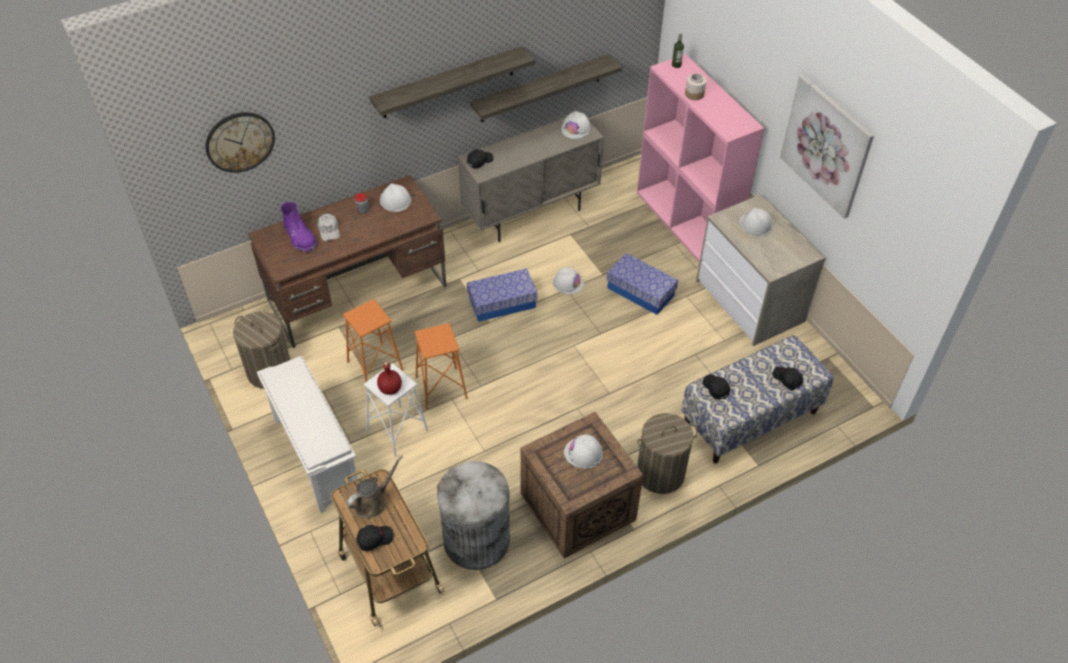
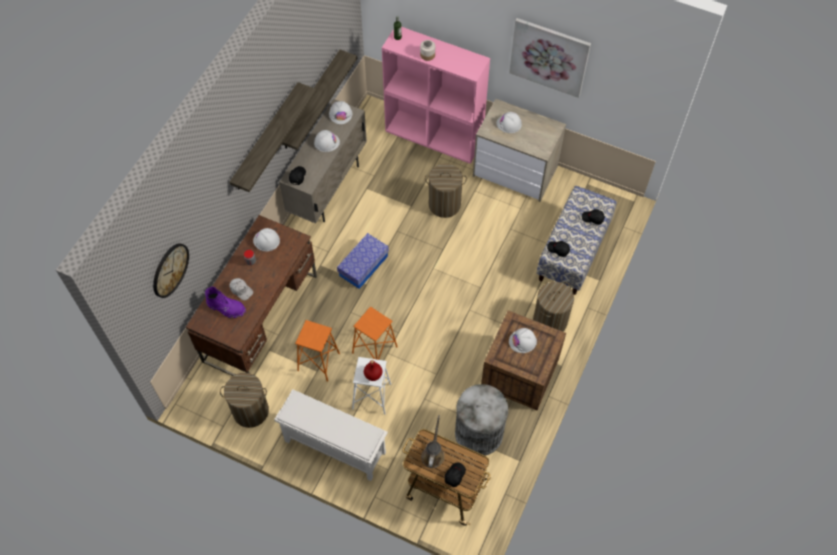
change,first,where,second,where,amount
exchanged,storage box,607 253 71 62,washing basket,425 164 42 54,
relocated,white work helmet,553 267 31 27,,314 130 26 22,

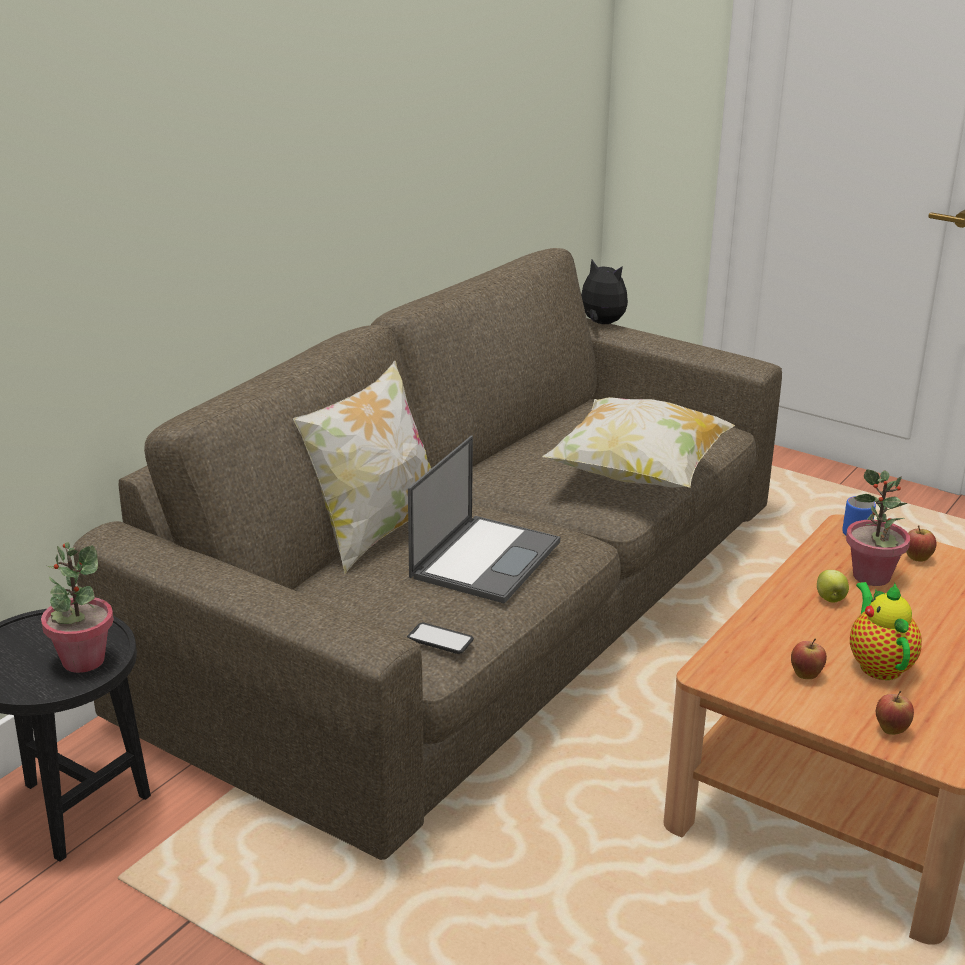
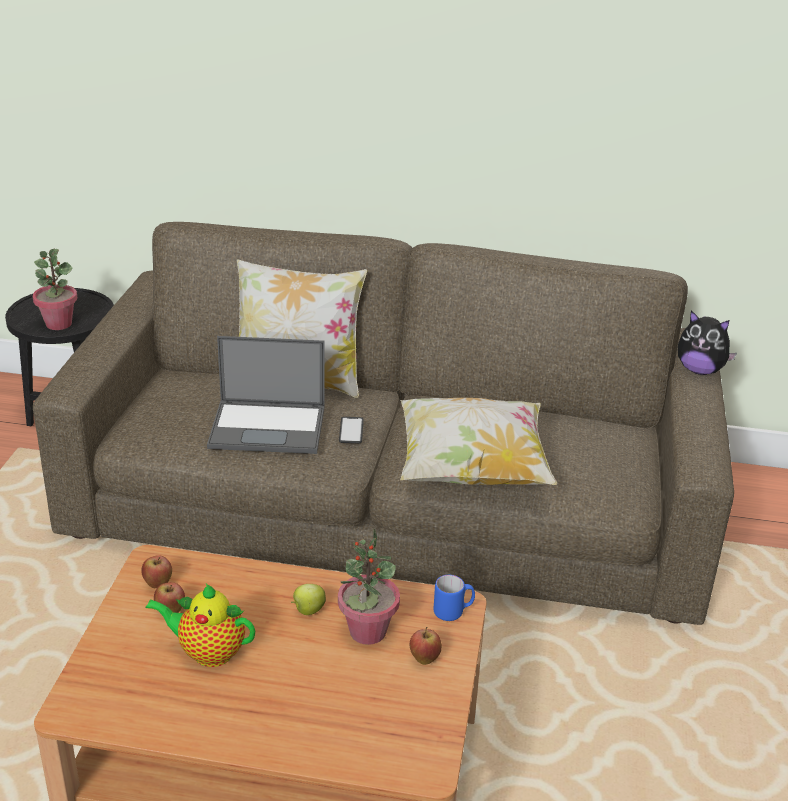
change,first,where,second,where,amount
spun,soft toy,581 260 47 64,,678 310 59 65,105 degrees clockwise
spun,pot for tea,850 582 72 98,,145 584 110 83,135 degrees counterclockwise
relocated,handset,407 623 67 31,,339 417 25 27,
relocated,apple,876 691 38 44,,141 555 31 33,

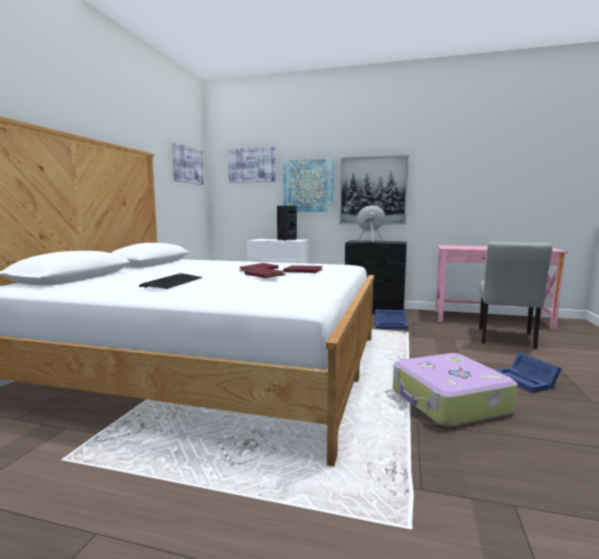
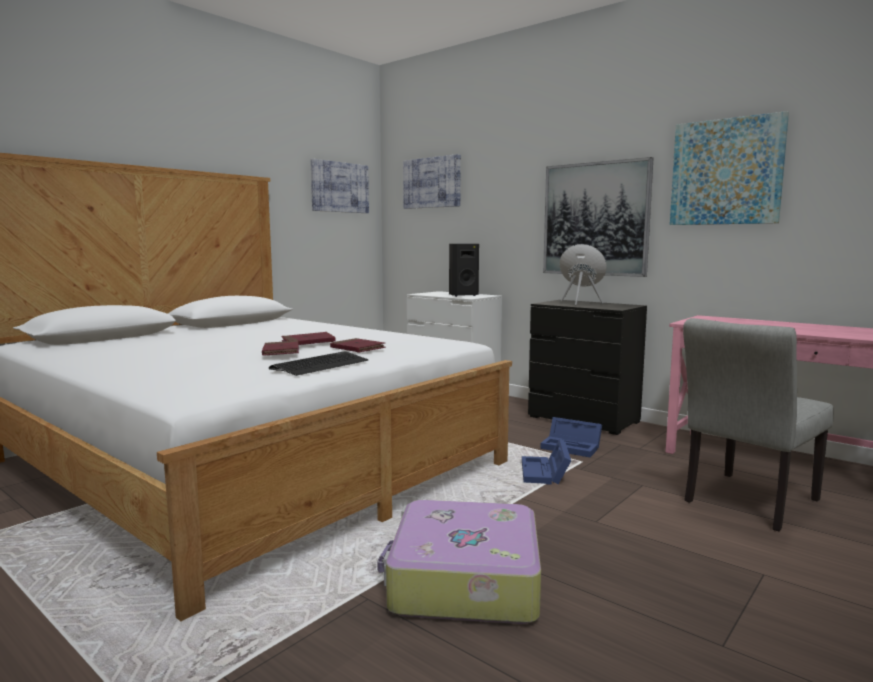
change,first,where,second,where,amount
relocated,wall picture,283 158 51 53,,670 111 119 114,
relocated,keyboard,139 273 63 16,,269 351 99 25,
relocated,blue-coloured storage box,495 352 67 41,,522 439 49 46,

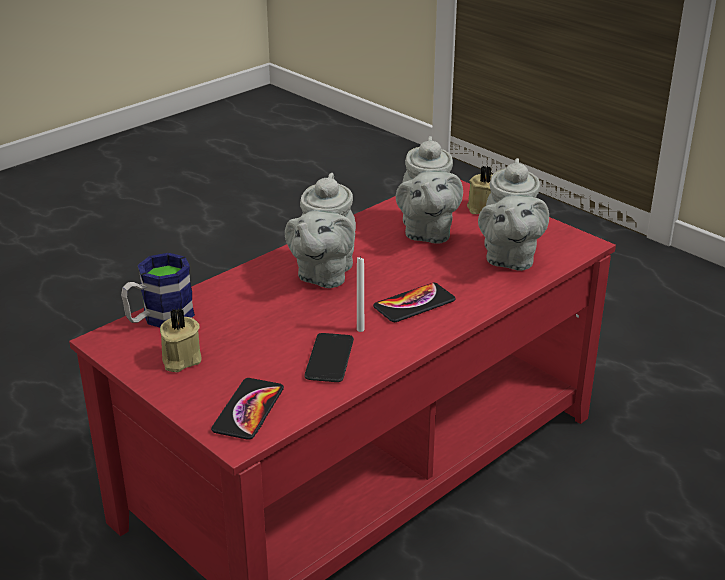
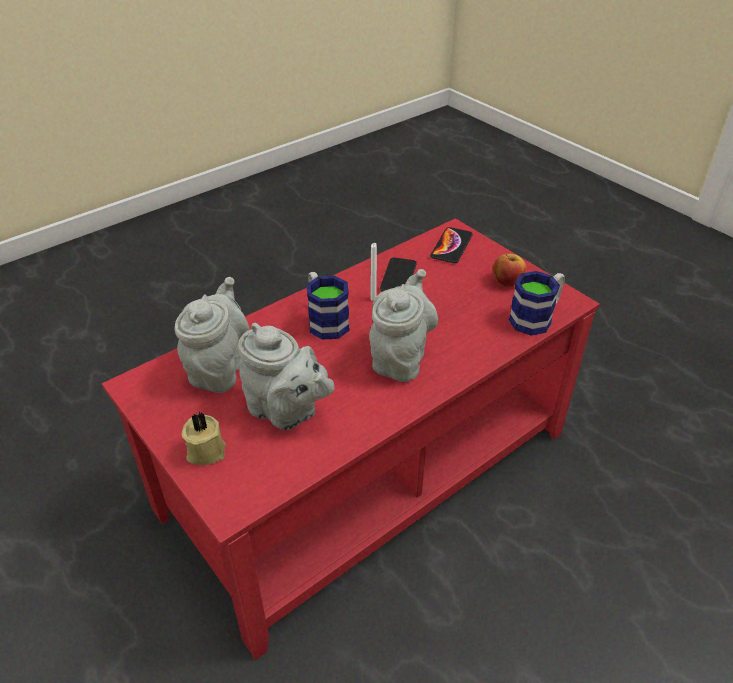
change,first,where,second,where,amount
spun,grey pot for tea,396 136 67 108,,238 323 97 107,120 degrees clockwise
exchanged,handset,373 283 83 39,coffee mug,307 272 43 68,
exchanged,beige wax candle,160 308 42 64,apple,493 254 34 33,

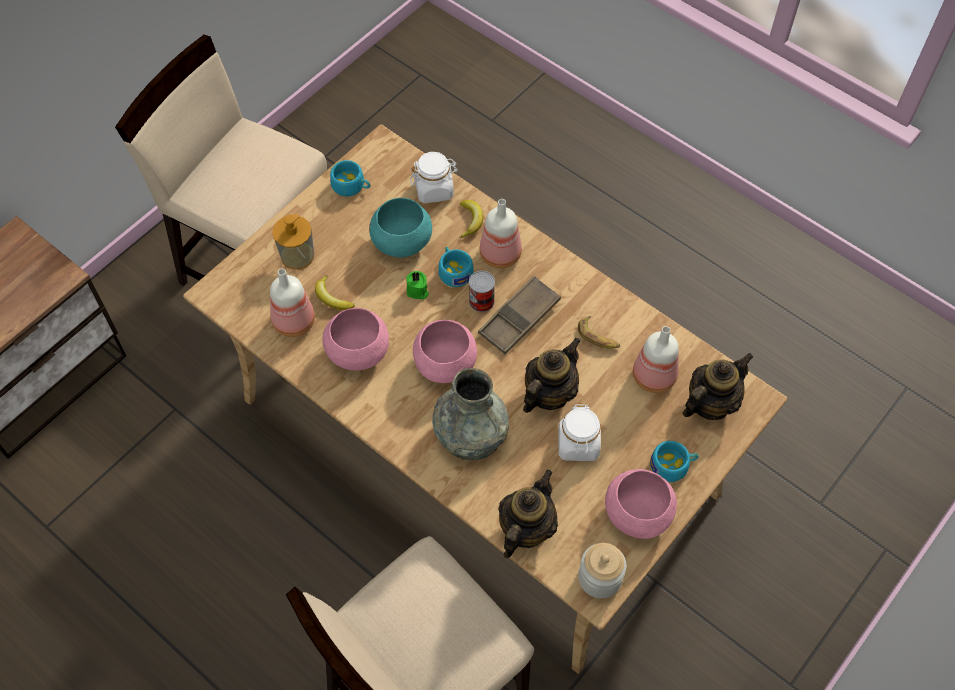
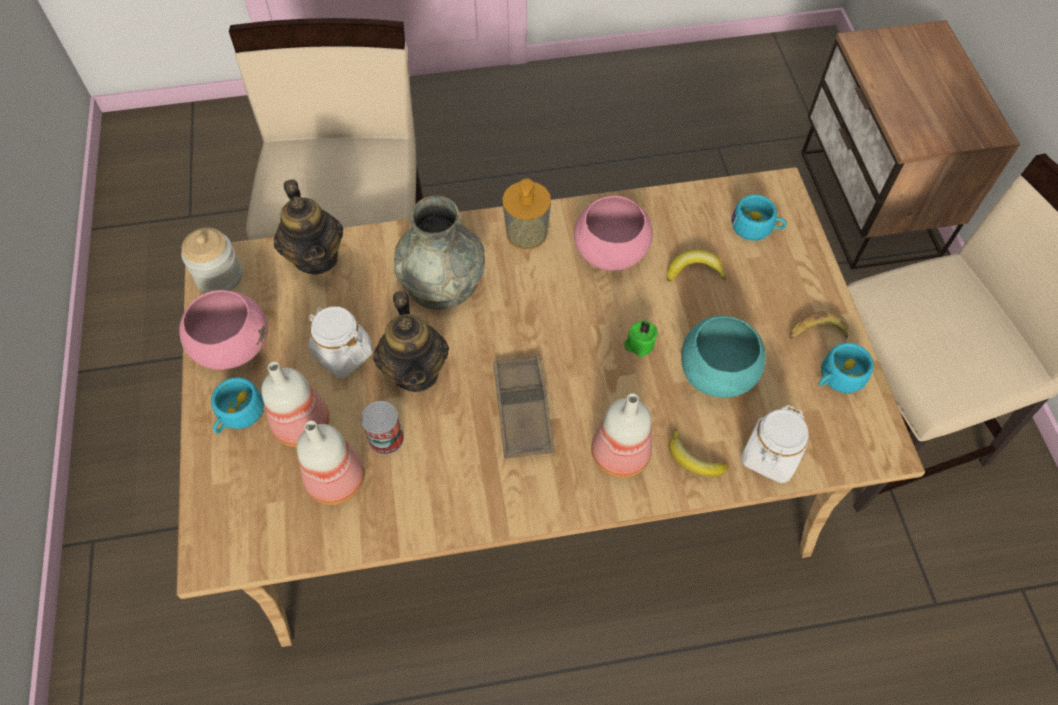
change,first,where,second,where,amount
relocated,liquid soap bottle,272 214 42 56,,502 178 49 72,
relocated,turquoise-coloured cup,439 247 35 40,,731 194 56 47,
relocated,beverage bottle,270 269 45 68,,261 362 69 85,
relocated,metal can,469 271 26 41,,361 401 43 54,
relocated,banana fruit,578 316 42 33,,790 311 58 28,
missing,pink-coloured serving bowl,413 320 64 63,,,
missing,pot for tea,683 353 70 67,,,

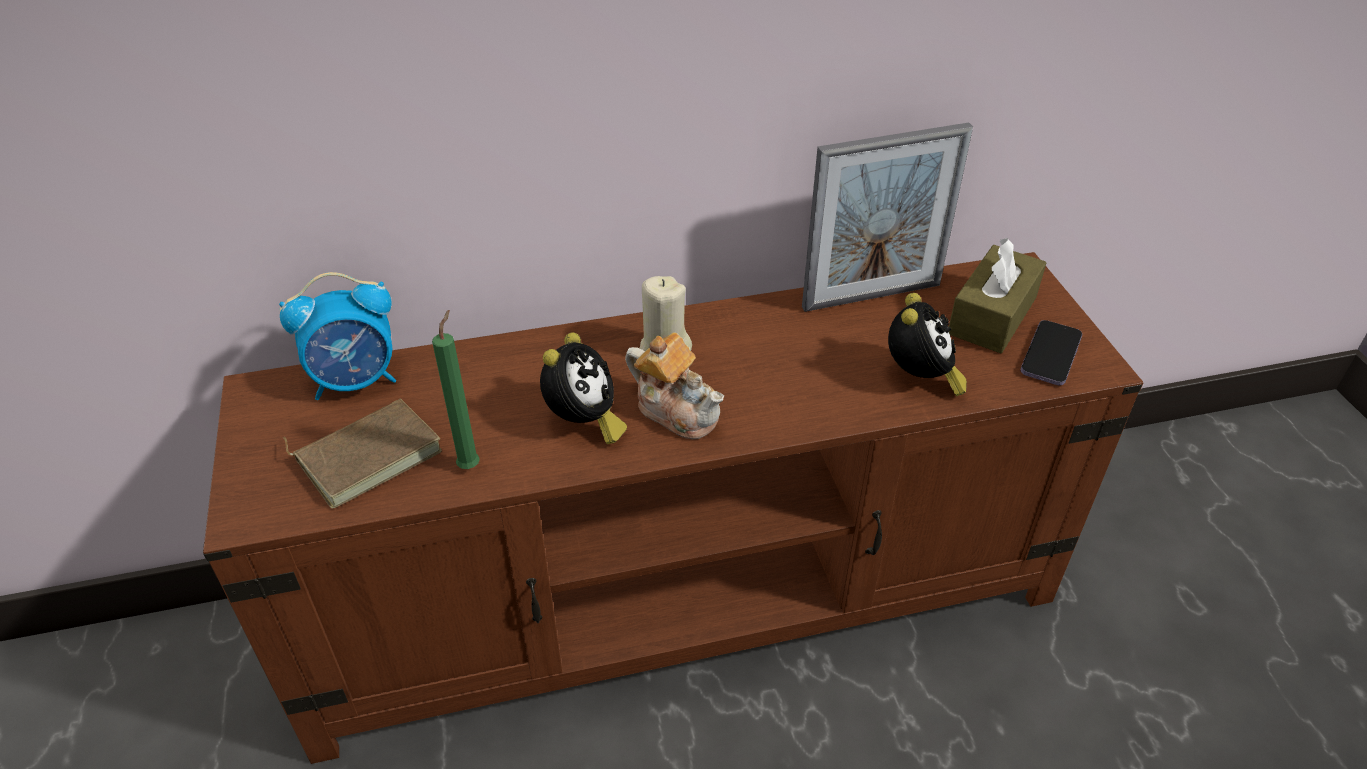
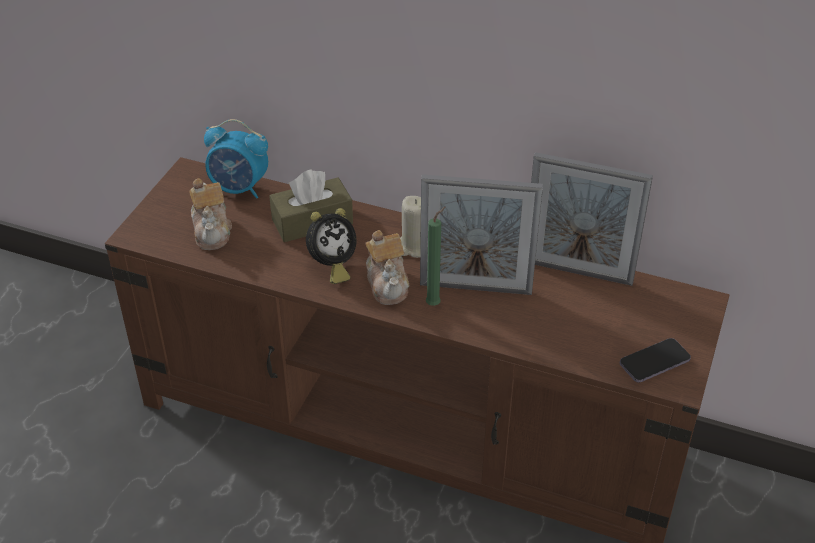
change,first,where,second,where,amount
relocated,brown-coloured tissue holder,949 238 97 115,,269 169 84 73,
missing,bedside clock,888 293 79 103,,,
relocated,green wax candle,432 310 48 159,,426 207 20 99,
exchanged,brown-coloured book,283 398 159 110,pot for tea,189 178 43 72,
appeared,,,photo frame,420 174 123 121,

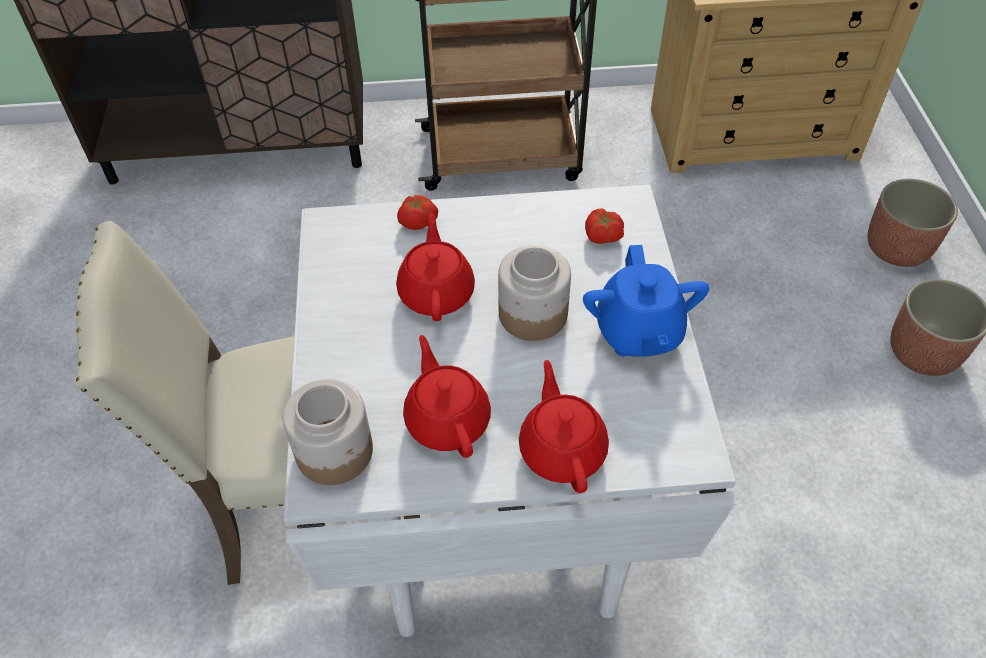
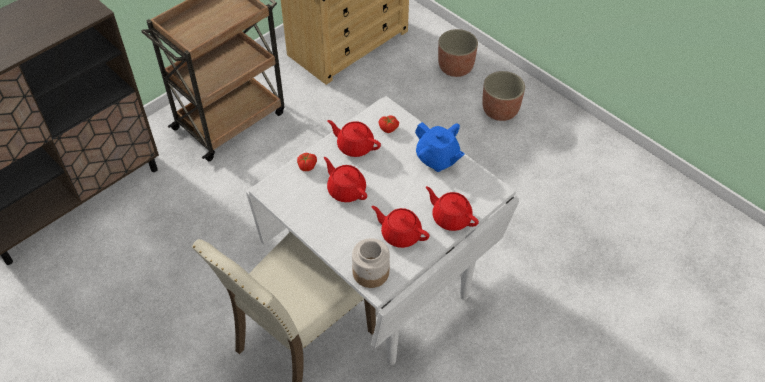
change,first,where,second,where,amount
missing,preserve jar,498 245 73 96,,,
appeared,,,red pot for tea,327 120 54 37,

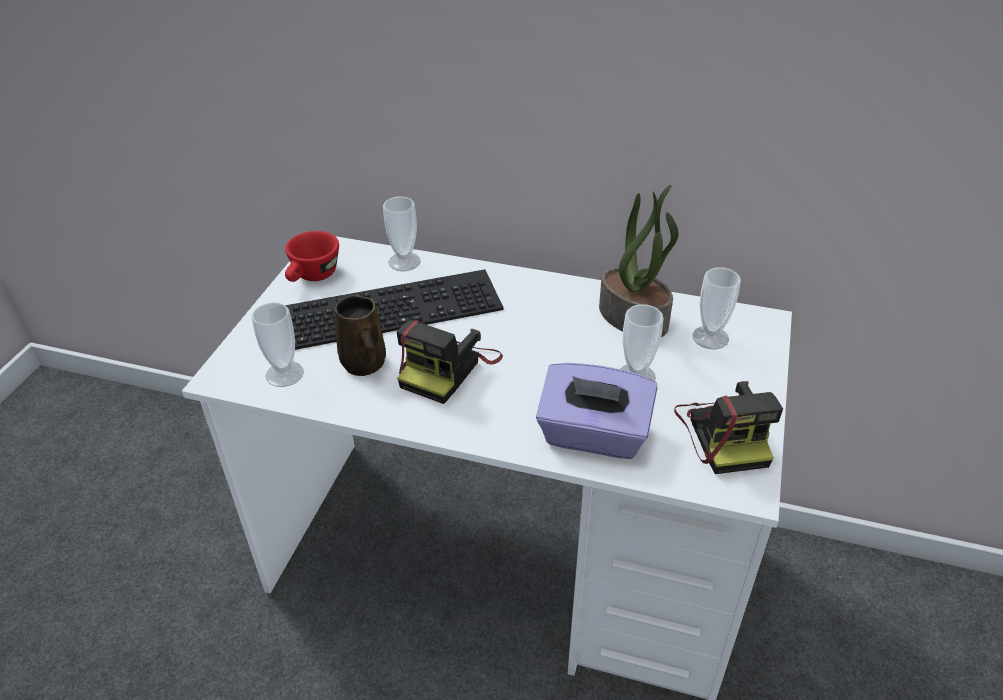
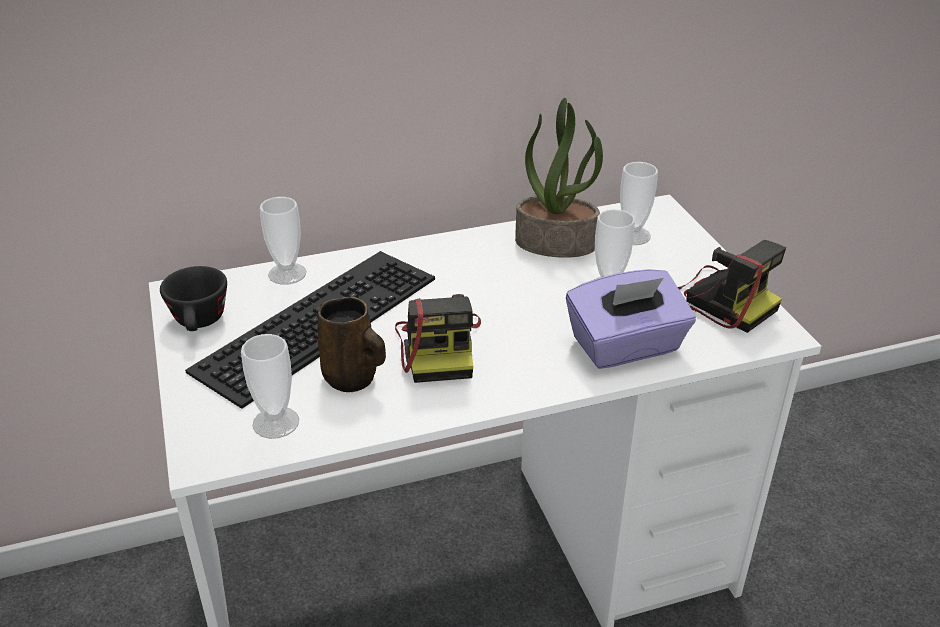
change,first,where,second,where,amount
colour,red cup,285 231 54 51,black-coloured cup,160 266 67 65,

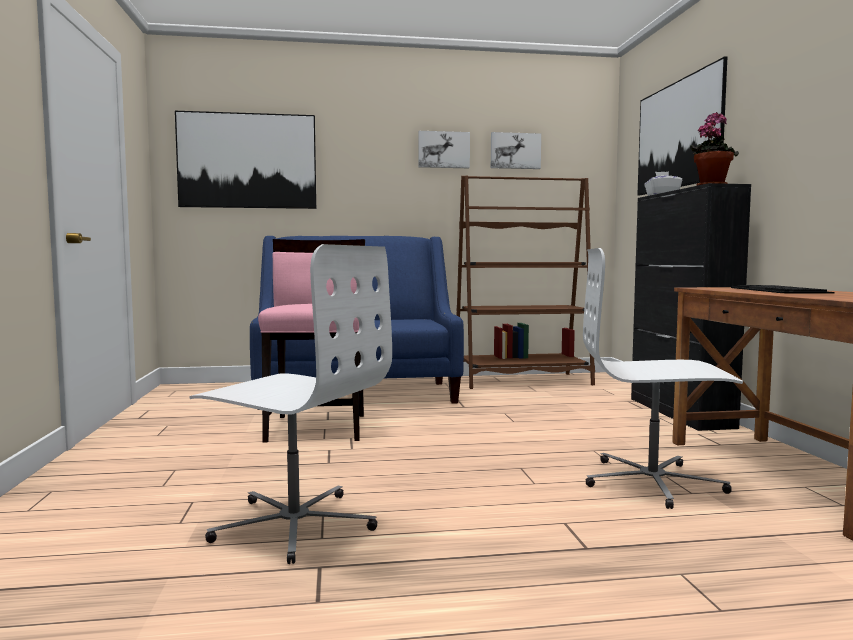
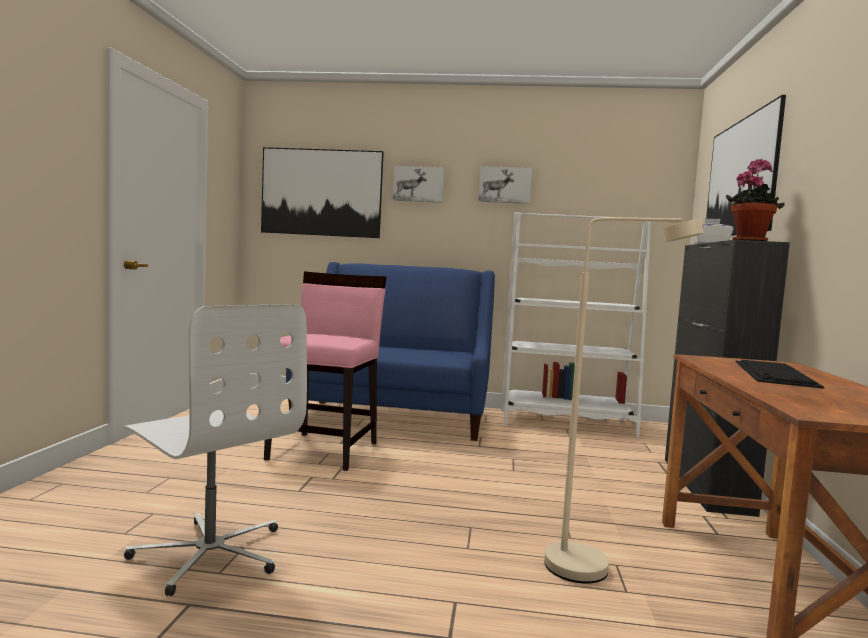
change,first,where,second,where,amount
relocated,wall picture,491 132 50 37,,393 166 52 37,
colour,brown-coloured bookcase,456 175 139 214,white bookcase,501 212 150 225,
exchanged,white desk chair,583 248 160 261,beige standard lamp,544 217 160 367,

